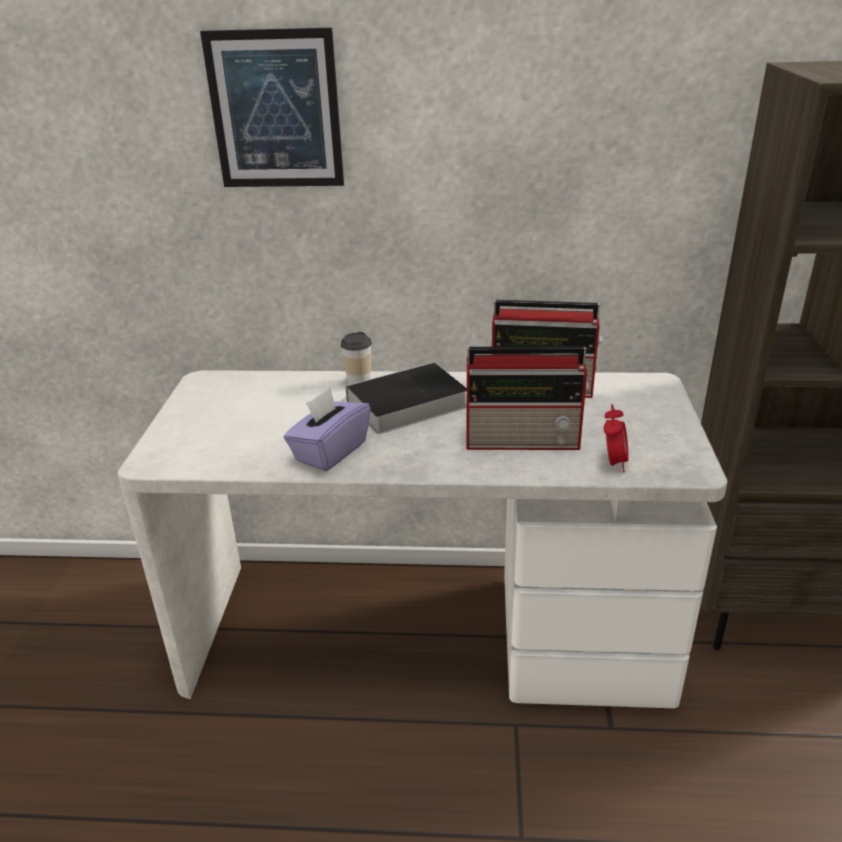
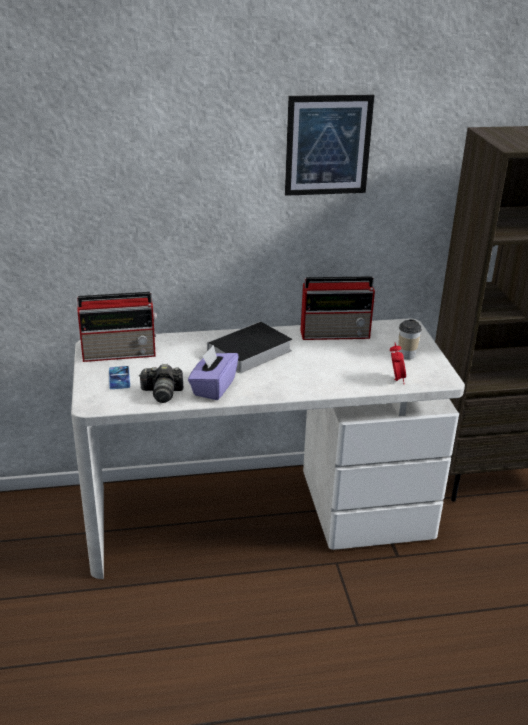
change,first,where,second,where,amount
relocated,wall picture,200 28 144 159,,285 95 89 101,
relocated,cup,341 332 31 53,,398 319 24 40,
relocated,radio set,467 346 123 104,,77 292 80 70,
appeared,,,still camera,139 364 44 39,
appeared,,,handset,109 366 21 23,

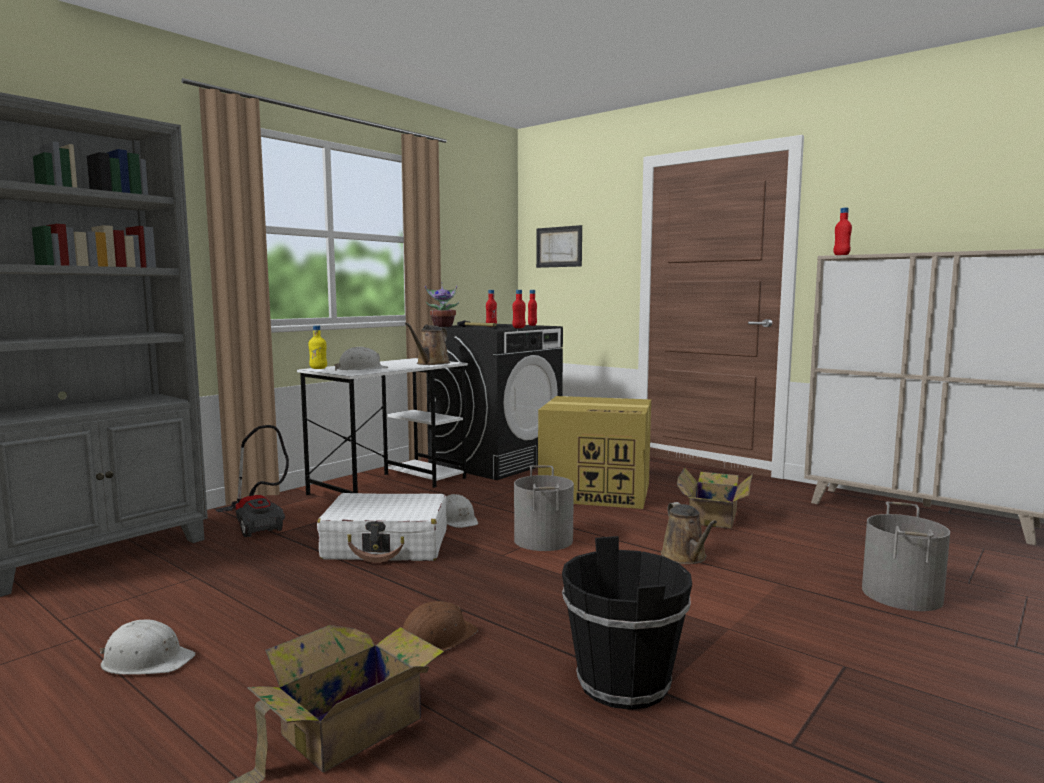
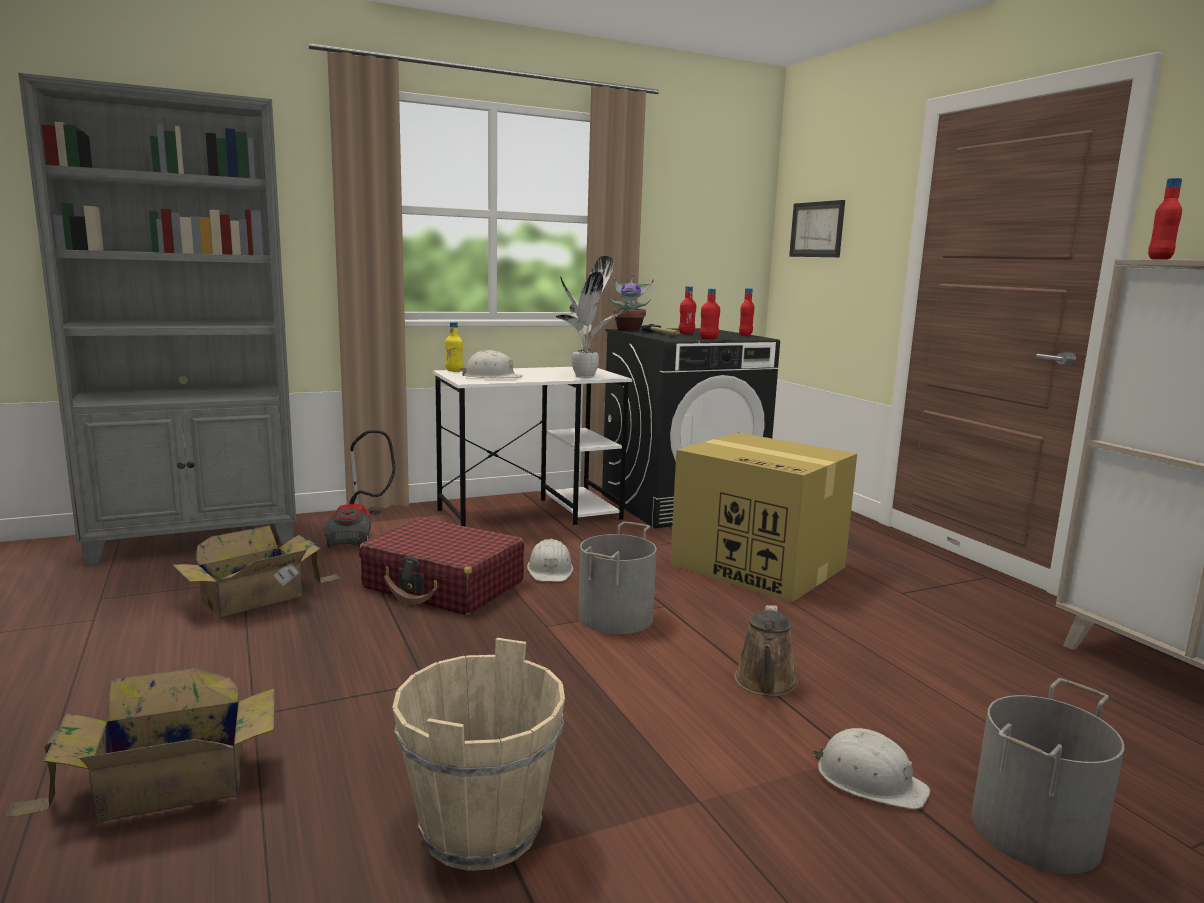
change,first,where,second,where,amount
exchanged,brown-coloured watering can,405 323 45 42,houseplant,556 256 71 122,
relocated,packing box,677 467 76 62,,172 525 169 93,
colour,white travel case,317 493 130 70,red travel case,359 517 165 98,
colour,black-coloured bucket,562 536 130 174,beige bucket,392 638 173 233,
missing,brown-coloured work helmet,403 601 75 50,,,
relocated,white work helmet,100 619 96 56,,813 728 117 82,

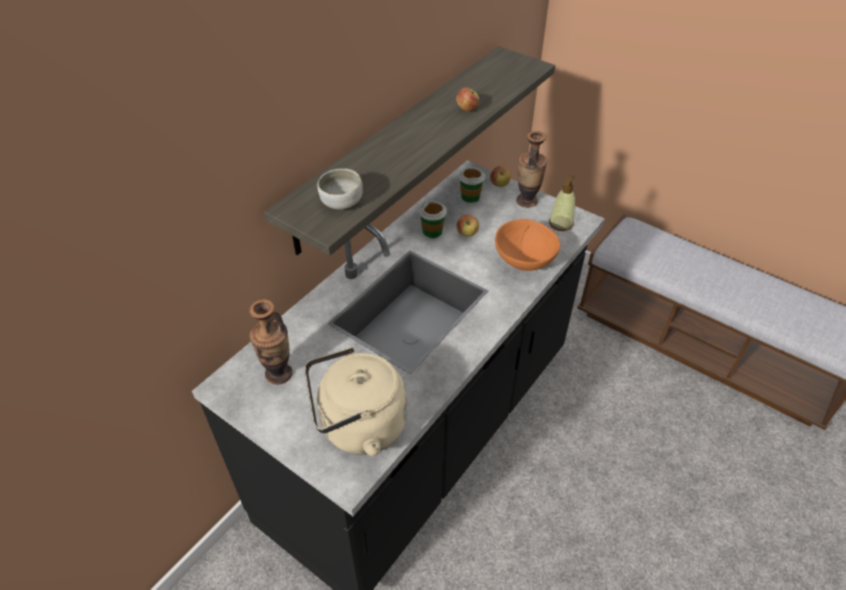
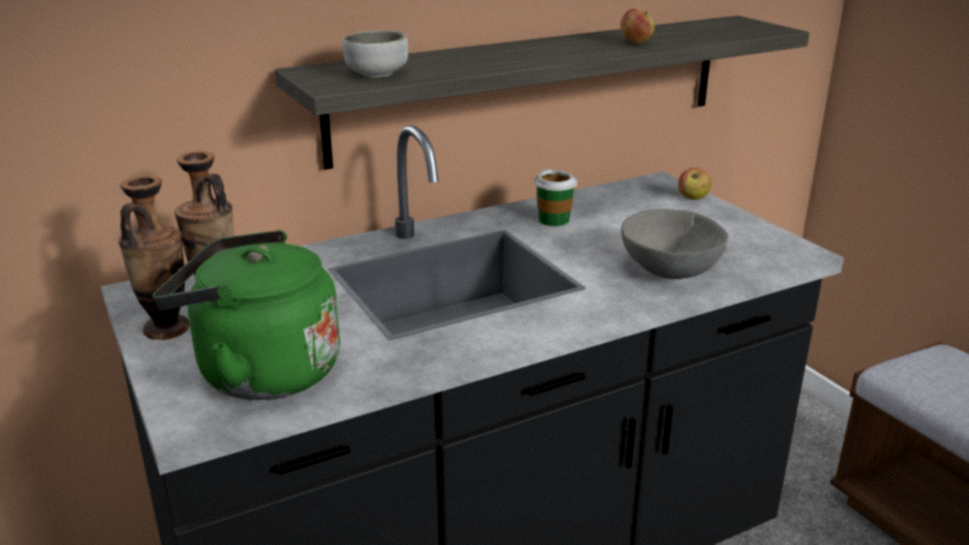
change,first,where,second,where,amount
relocated,vase,516 131 31 77,,118 176 72 164,
missing,cup,459 167 26 36,,,
missing,liquid soap bottle,549 175 26 56,,,
missing,apple,457 214 22 23,,,
colour,orangey serving bowl,495 219 65 52,grey serving bowl,621 209 107 70,
colour,beige tea kettle,305 347 102 109,green tea kettle,153 230 187 170,

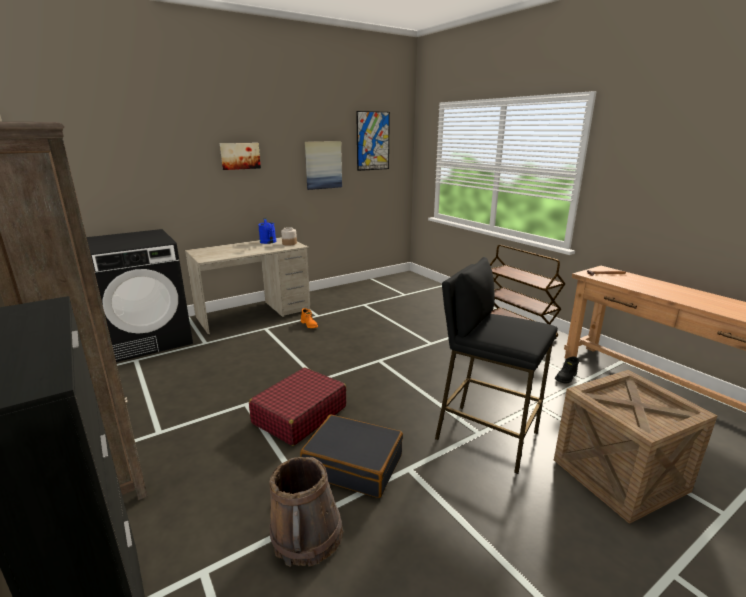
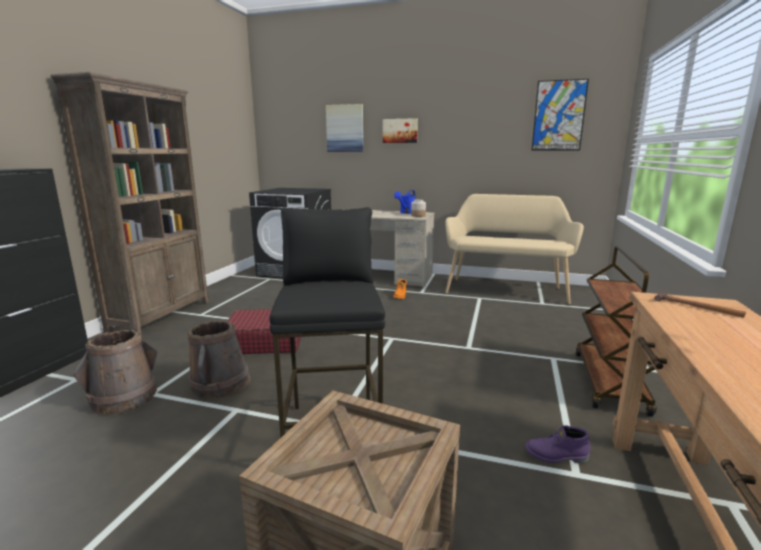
change,first,where,second,where,amount
relocated,wall picture,305 141 37 49,,326 104 38 48,
colour,black-coloured boot,555 357 24 26,purple boot,525 425 65 38,
exchanged,black-coloured travel case,300 415 103 83,brown-coloured bucket,188 321 63 78,
appeared,,,beige bench,445 194 139 111,

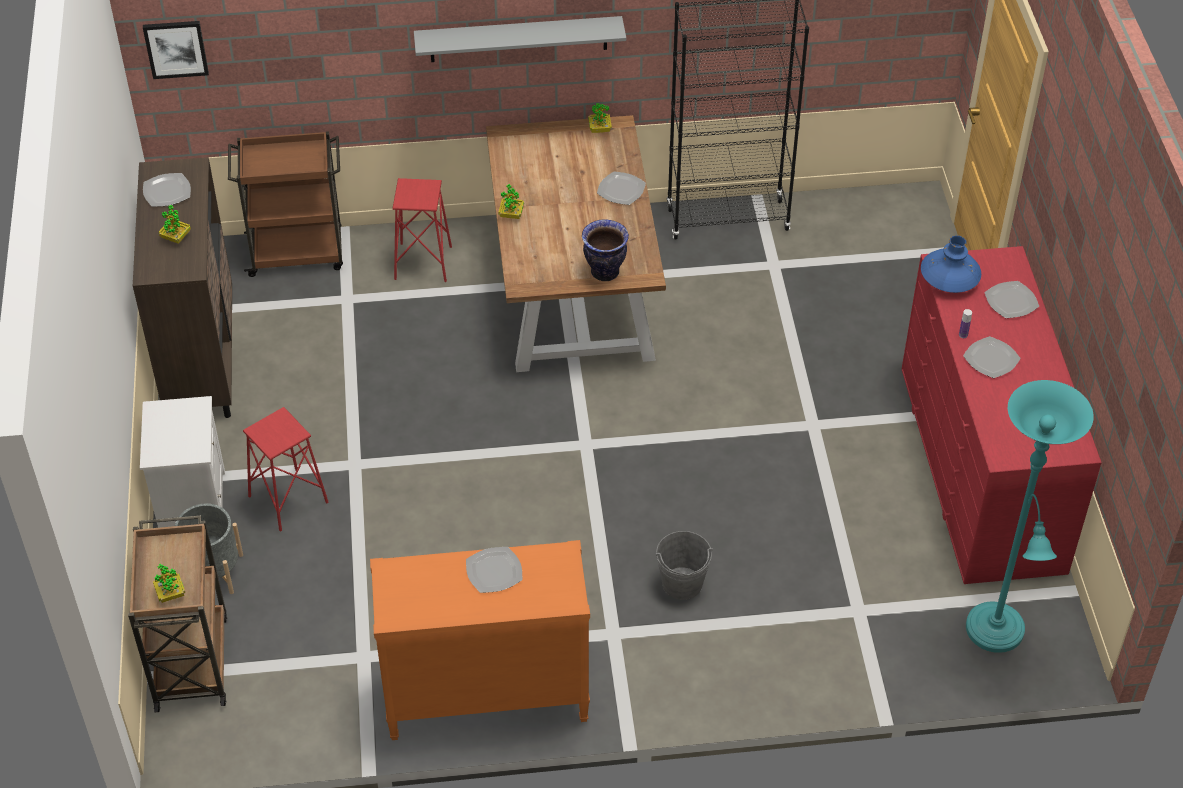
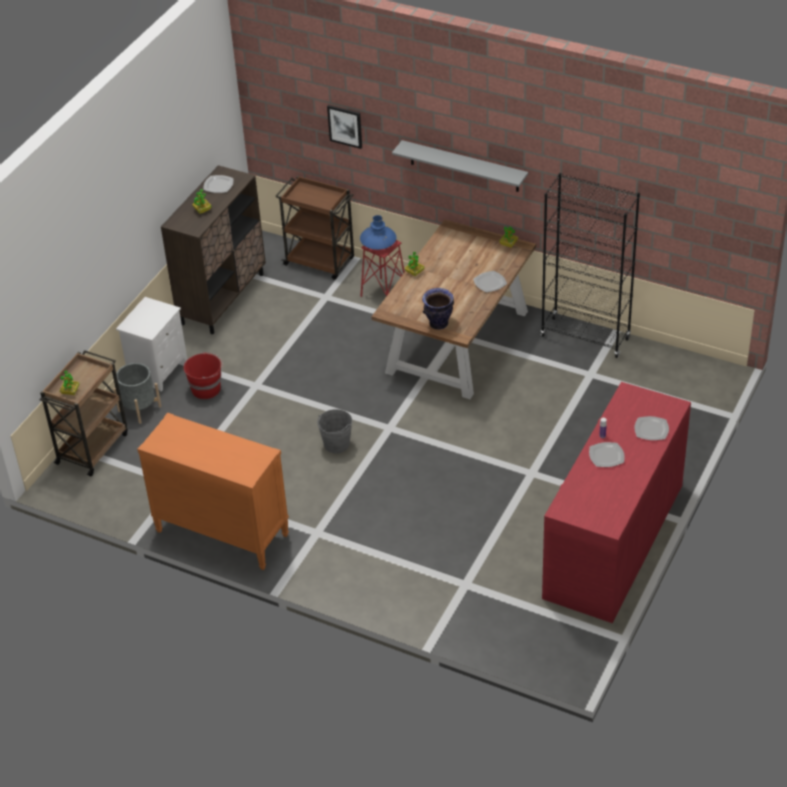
change,first,where,second,where,amount
relocated,wall picture,143 21 66 58,,327 105 35 44,
relocated,blue-coloured vase,921 235 60 58,,360 215 37 35,
missing,turquoise-coloured standard lamp,966 380 128 273,,,
exchanged,red sitting stool,243 407 86 125,red bucket,184 352 39 47,
relocated,grey bucket,656 531 57 69,,317 409 35 44,
missing,flat dish,466 547 56 46,,,

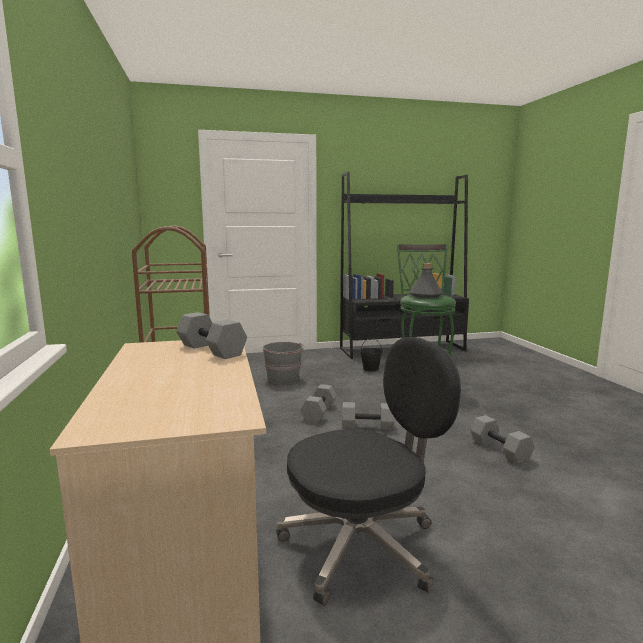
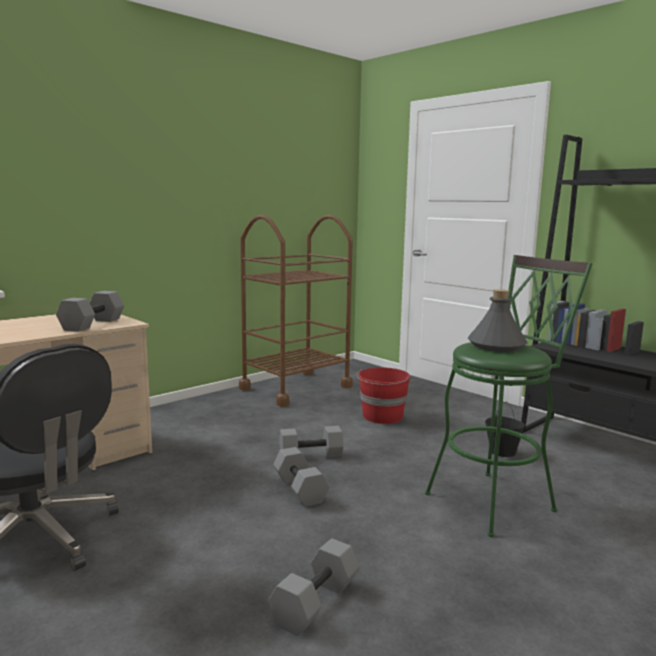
change,first,where,second,where,amount
colour,grey bucket,262 342 42 43,red bucket,356 367 55 57,

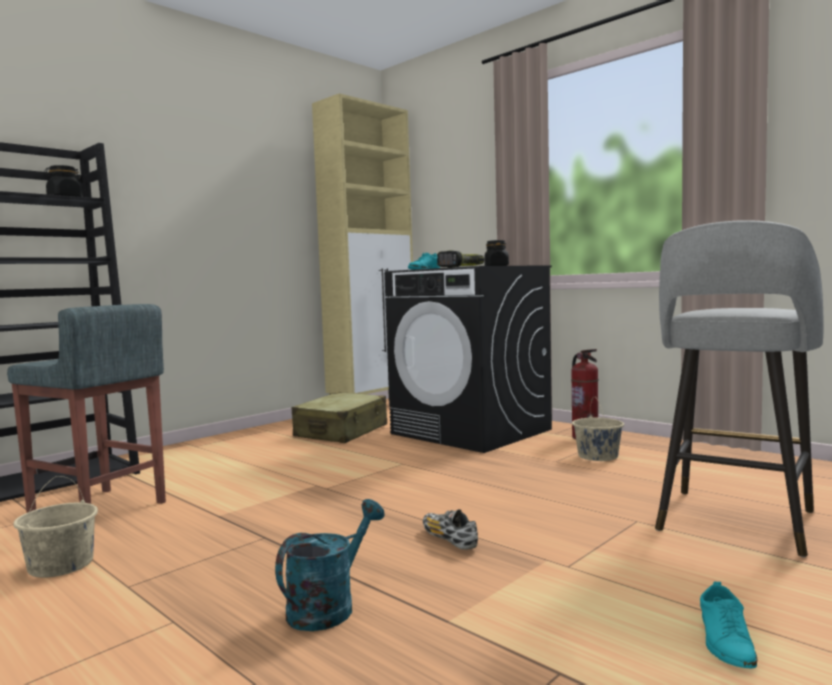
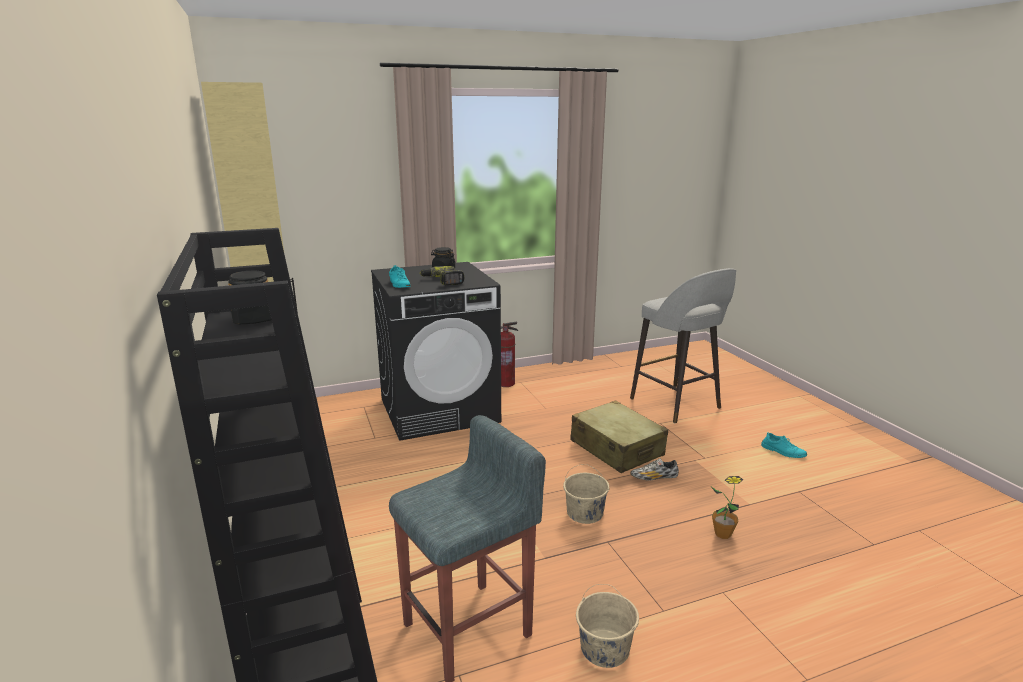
change,first,where,second,where,amount
relocated,beige travel case,292 392 95 51,,570 400 98 73,
relocated,beige bucket,572 397 52 64,,563 464 46 60,
exchanged,turquoise-coloured watering can,275 499 110 132,houseplant,711 476 32 63,

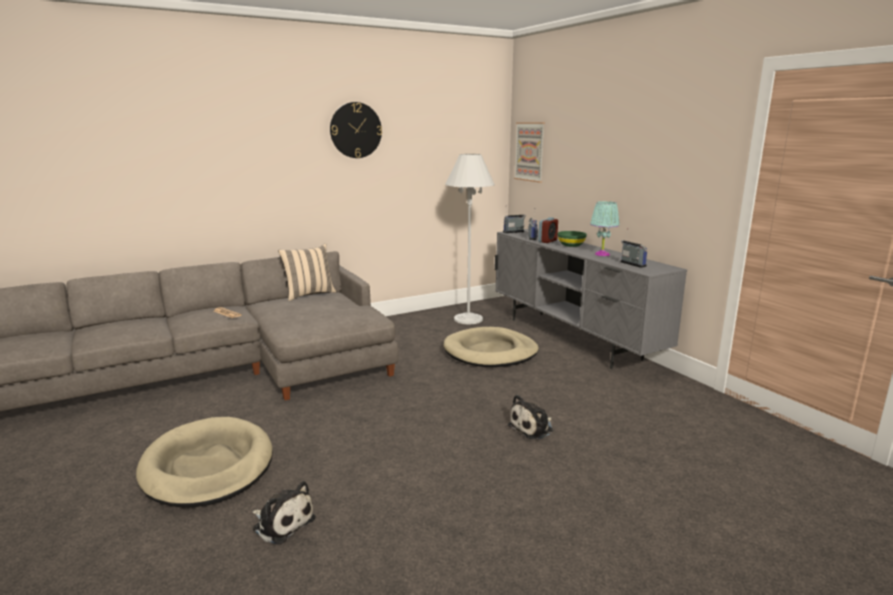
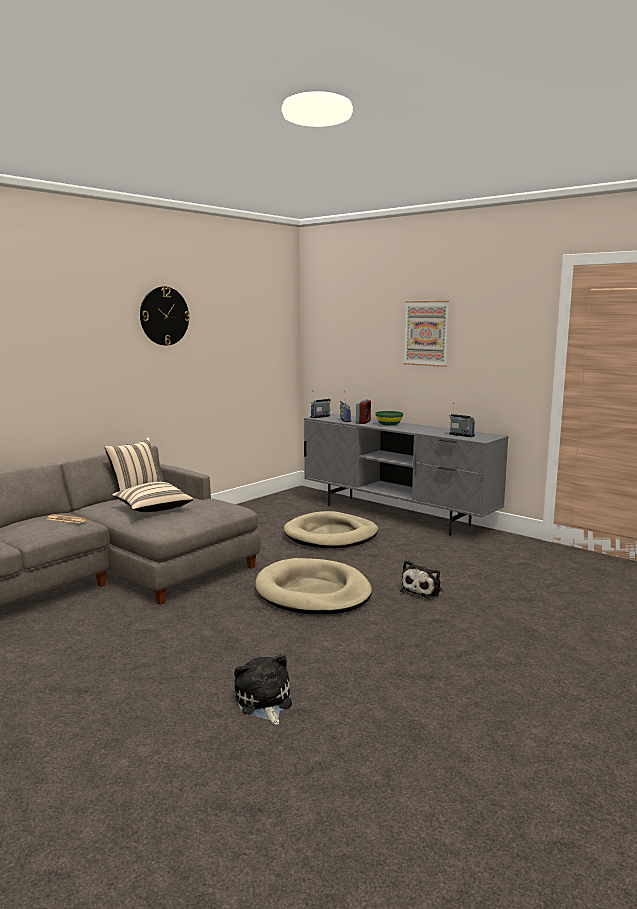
change,first,where,second,where,amount
relocated,wall picture,514 122 31 61,,404 301 45 66,
missing,white standard lamp,445 154 50 170,,,
missing,turquoise-coloured tabletop lamp,590 201 30 55,,,
relocated,beige pet bed,136 417 137 90,,255 558 117 57,
spun,soft toy,252 481 64 64,,234 654 58 71,120 degrees counterclockwise
appeared,,,beige throw pillow,112 482 81 30,

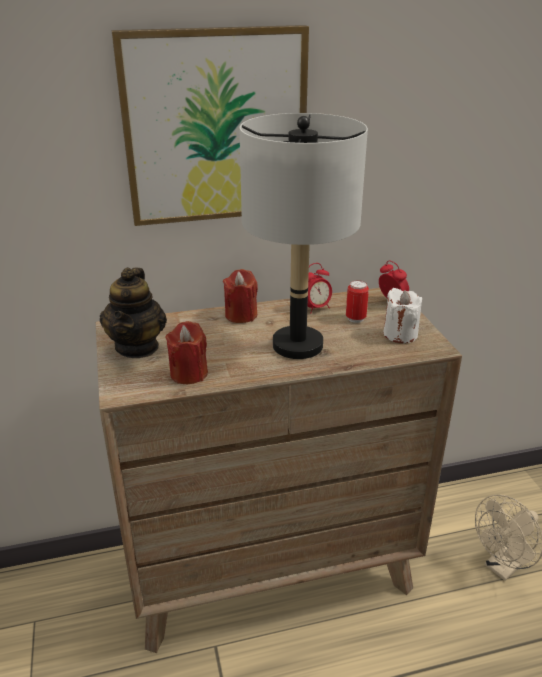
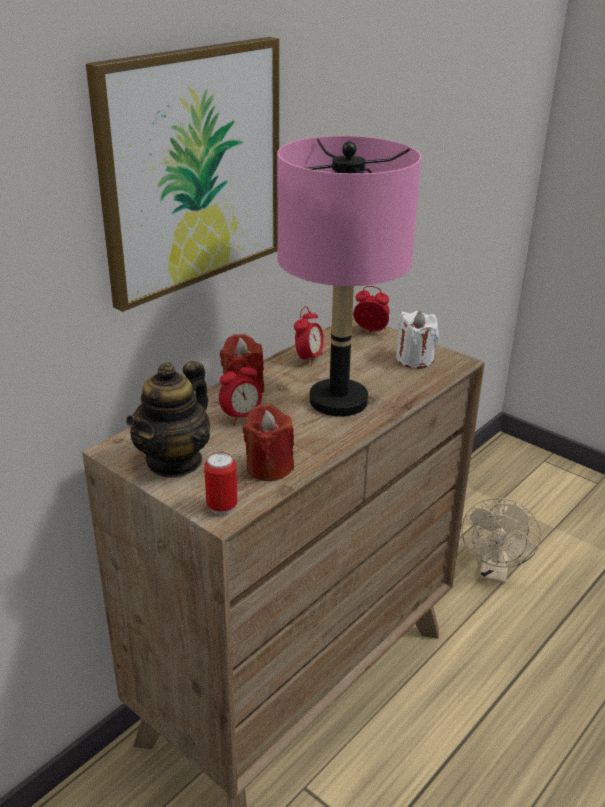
change,first,where,second,where,amount
colour,grey tabletop lamp,239 113 129 246,pink-coloured tabletop lamp,277 136 144 281,
spun,pot for tea,100 267 67 91,,126 361 84 117,60 degrees clockwise
relocated,metal can,346 280 23 43,,204 452 33 63,
appeared,,,bedside clock,219 359 43 66,

